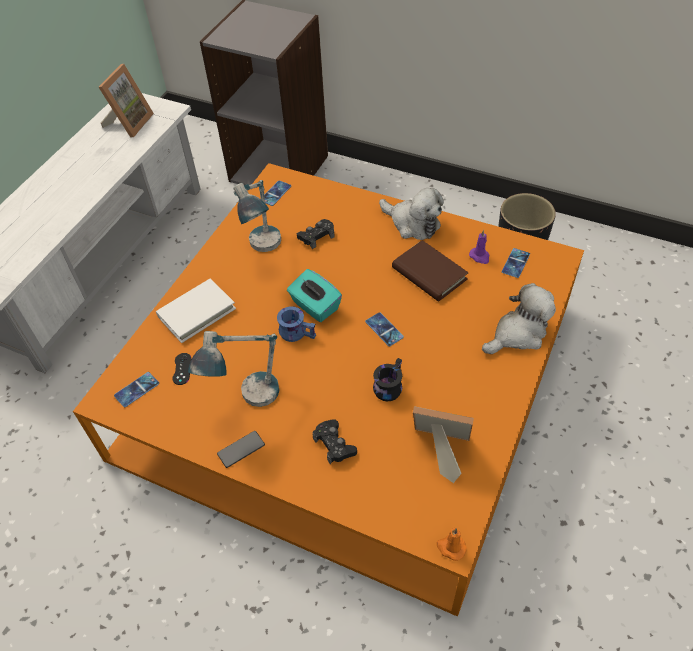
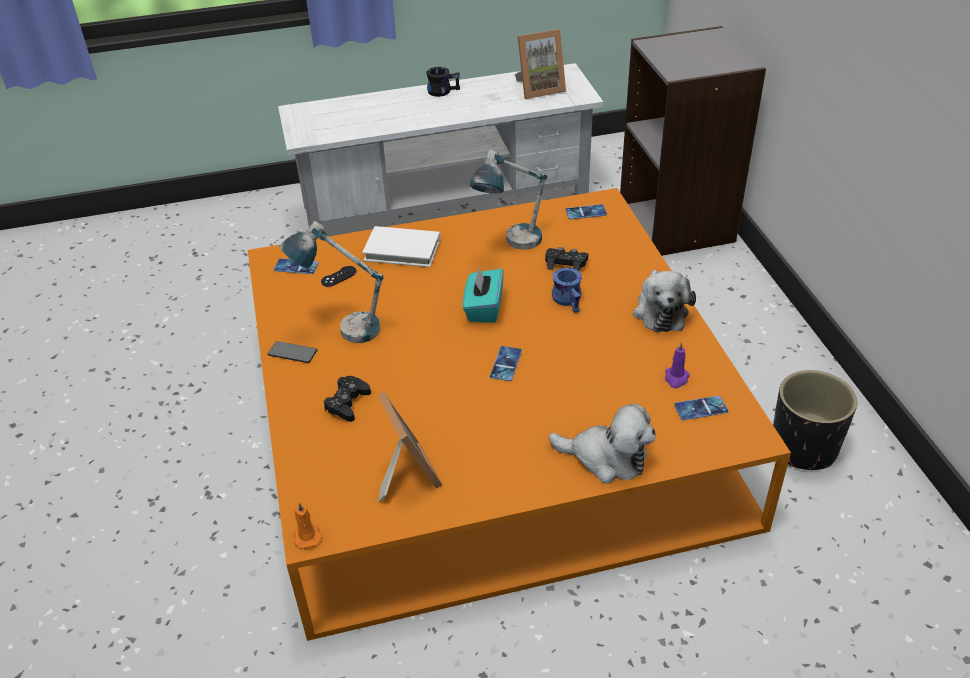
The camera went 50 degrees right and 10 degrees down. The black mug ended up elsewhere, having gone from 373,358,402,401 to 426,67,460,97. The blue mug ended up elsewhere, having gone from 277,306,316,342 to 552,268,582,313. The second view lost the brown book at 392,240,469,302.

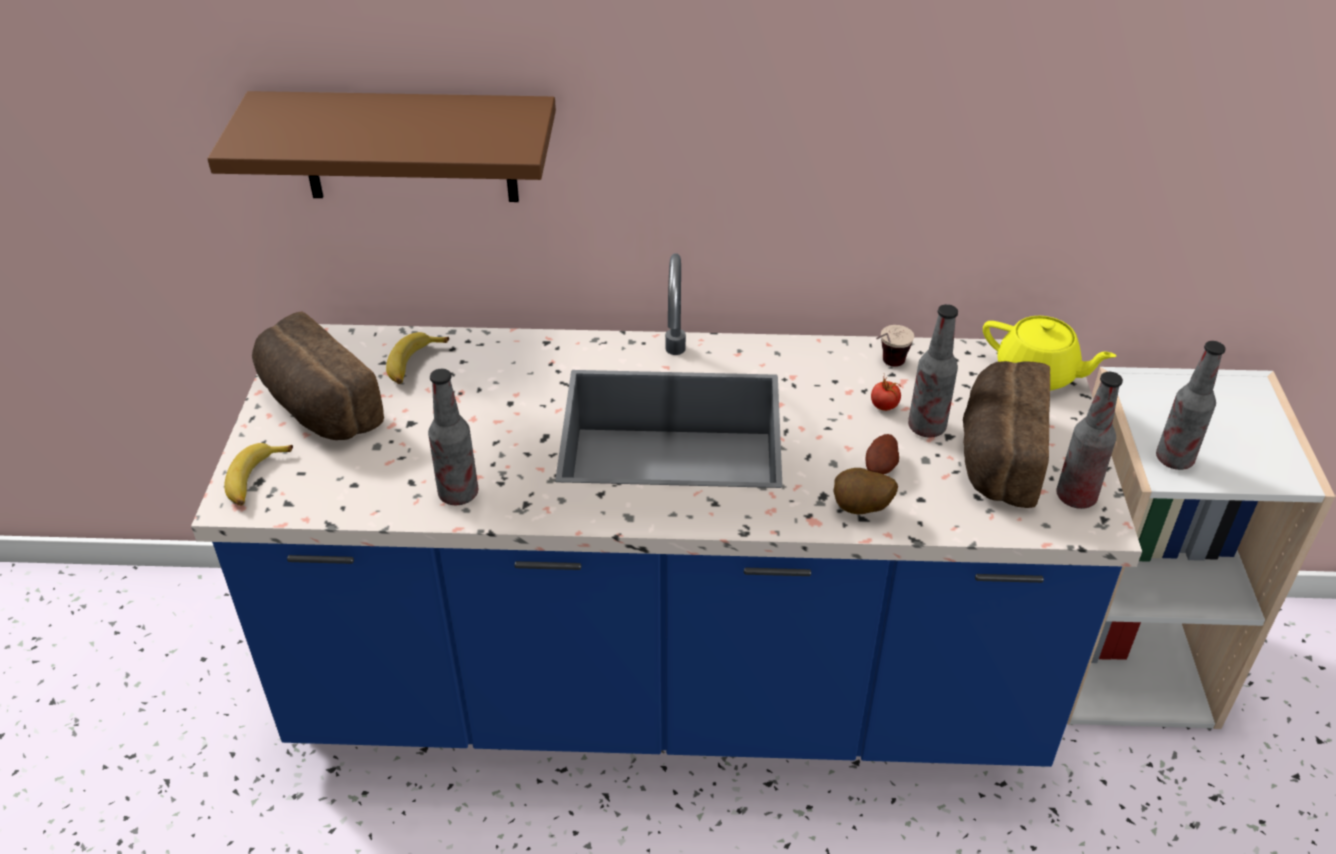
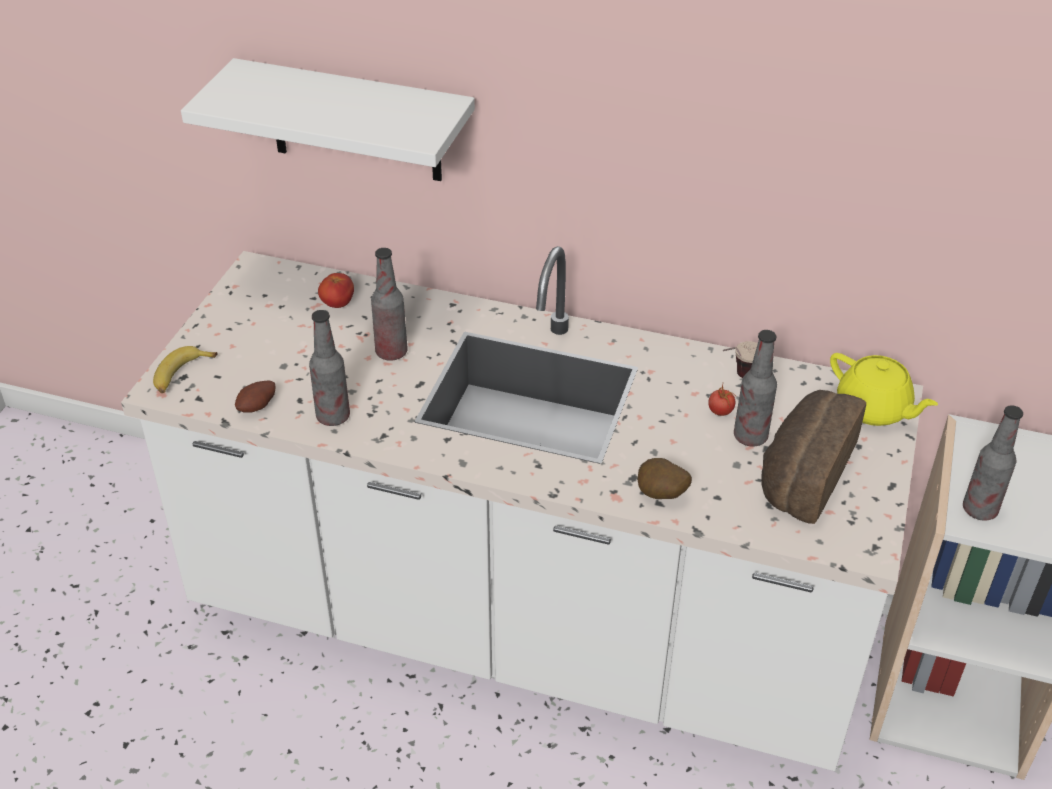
The camera went 15 degrees right and 0 degrees up. What was the blue counter at 191,254,1142,767 turned into the white counter at 121,246,923,771. What was the brown shelf at 207,91,556,202 turned into the white shelf at 181,58,475,181. The potato ended up elsewhere, having gone from 866,434,899,474 to 235,381,275,413. Where the banana stood at 386,332,449,384, the tomato came to stand at 318,273,354,308. The bottle ended up elsewhere, having gone from 1056,372,1123,509 to 371,248,408,361. The second view lost the bread at 252,312,384,440.

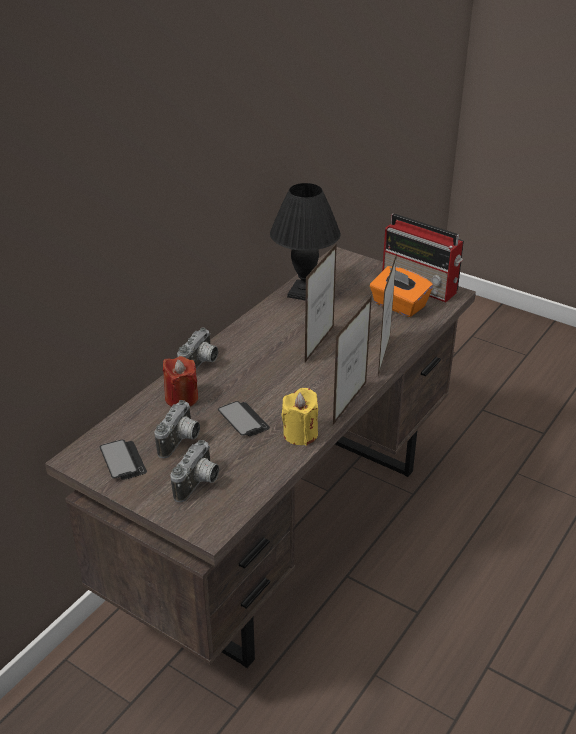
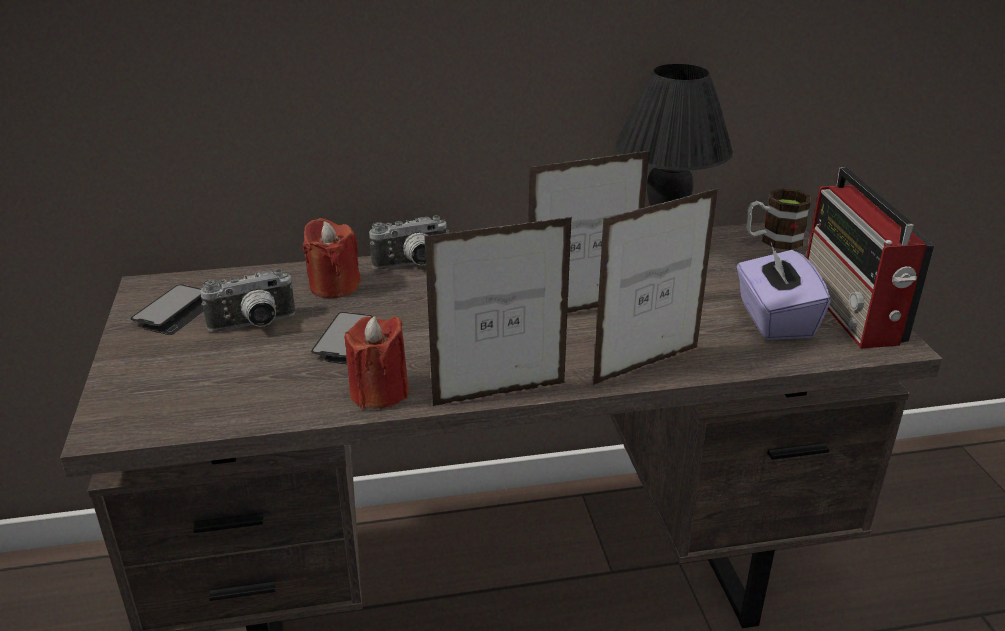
The camera went 45 degrees right and 5 degrees down. What was the yellow candle at 281,388,318,446 turned into the red candle at 344,316,409,409. What was the orange tissue box at 370,266,433,317 turned into the purple tissue box at 737,243,831,340. The second view gained the mug at 747,188,811,250. The second view lost the photo camera at 170,440,219,502.

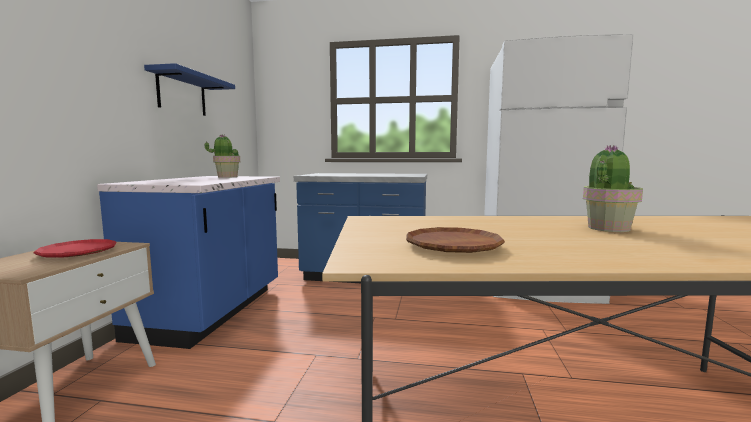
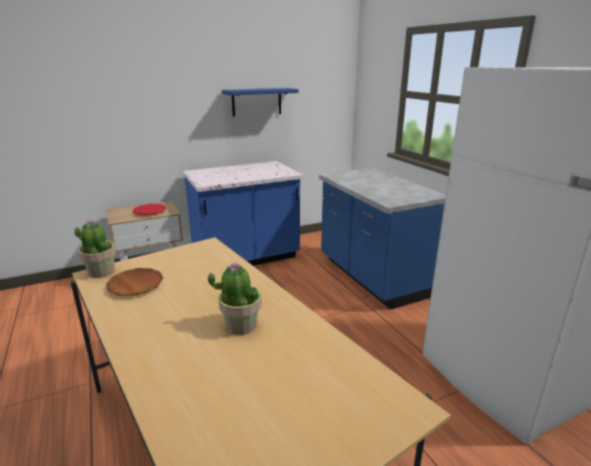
The camera went 55 degrees right and 15 degrees up. The potted plant ended up elsewhere, having gone from 205,135,240,178 to 75,219,116,278.

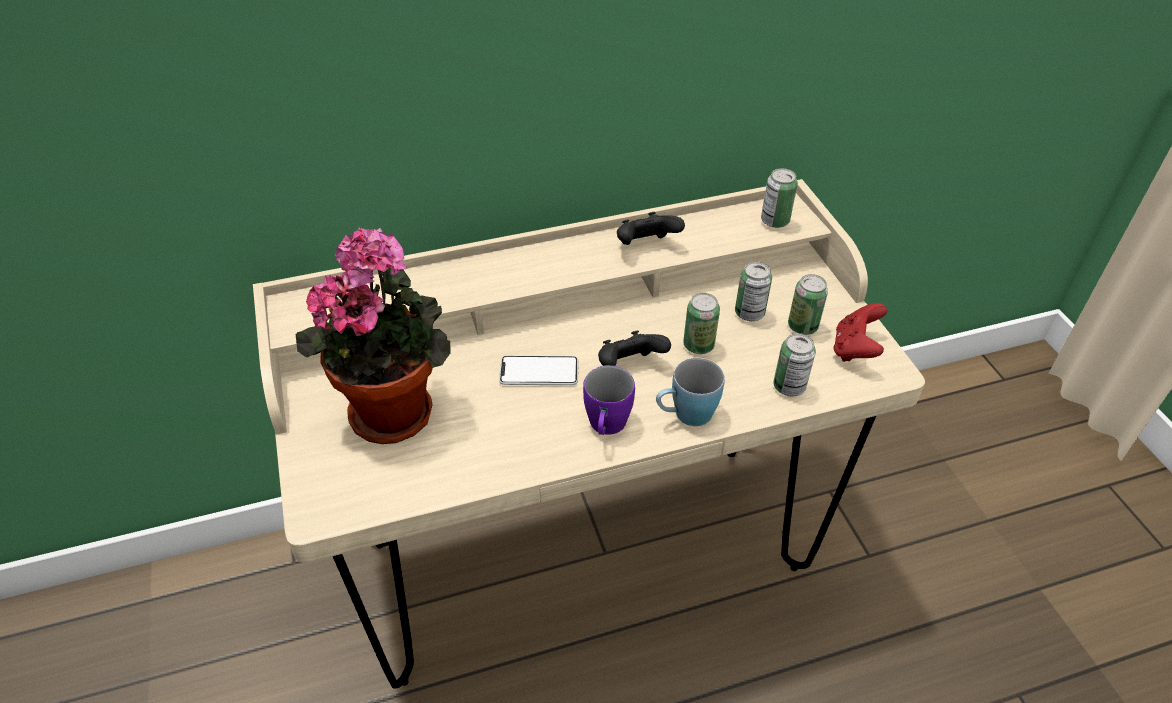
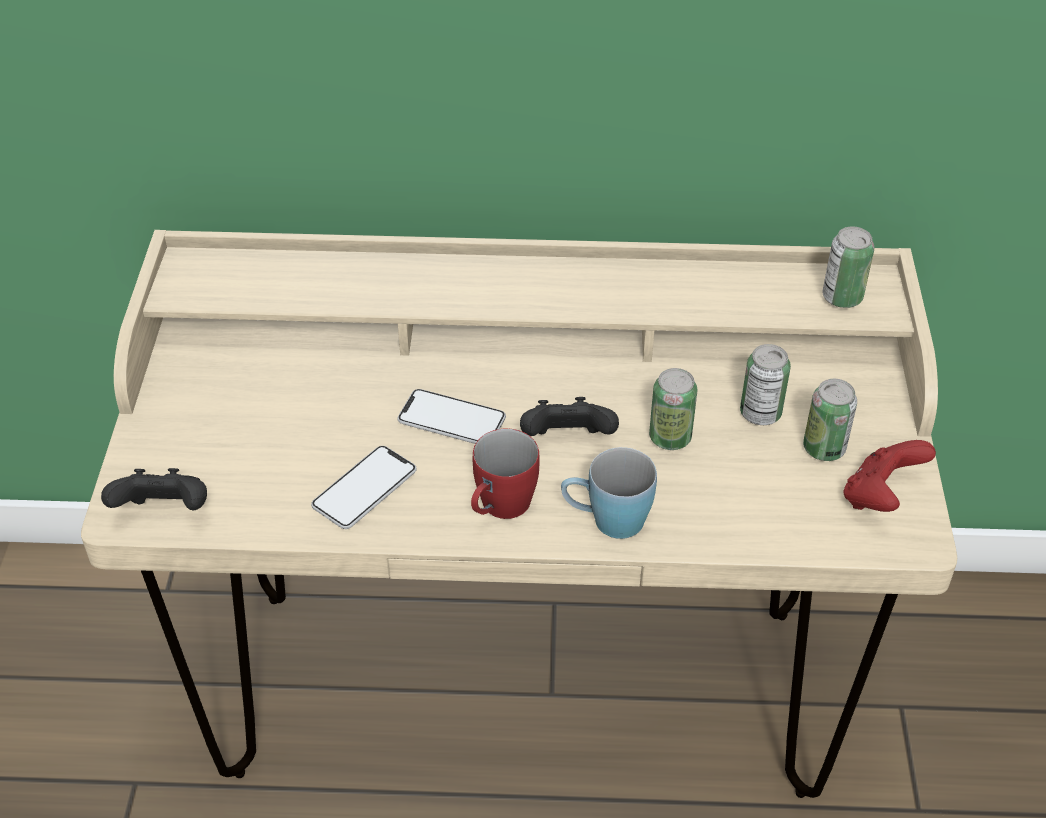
The camera went 20 degrees right and 0 degrees up. The black game controller ended up elsewhere, having gone from 617,212,685,245 to 101,468,207,510. The second view gained the phone at 311,446,417,529. What was the purple mug at 583,365,635,435 turned into the red mug at 471,428,540,519. The second view lost the potted plant at 296,227,451,444. The second view lost the can at 773,333,816,396.

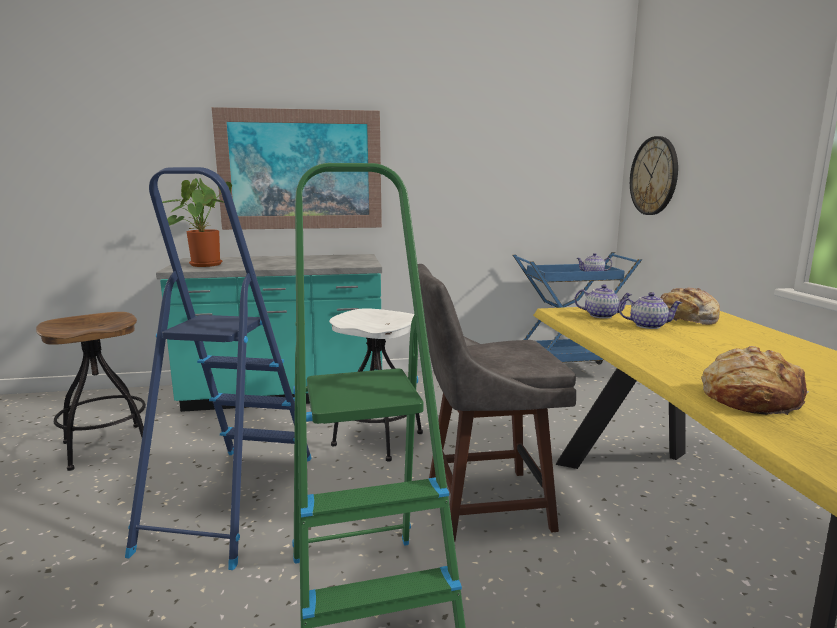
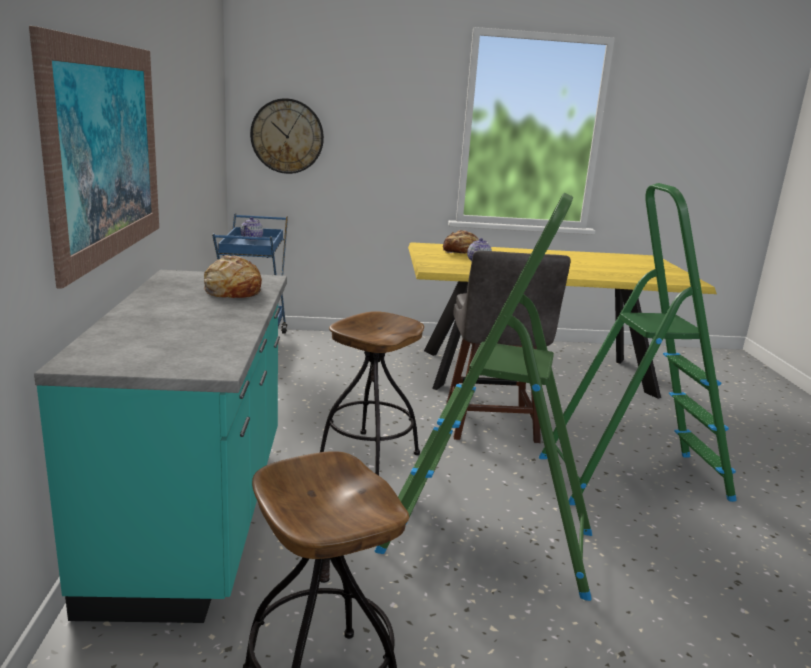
The camera went 85 degrees left and 5 degrees up. The bread ended up elsewhere, having gone from 701,346,809,415 to 204,255,262,298. What was the white stool at 329,308,423,462 turned into the brown stool at 320,311,424,476. What was the blue step ladder at 125,167,312,570 turned into the green step ladder at 375,193,592,601. The second view lost the potted plant at 162,178,232,267. The second view lost the teapot at 574,284,632,319.

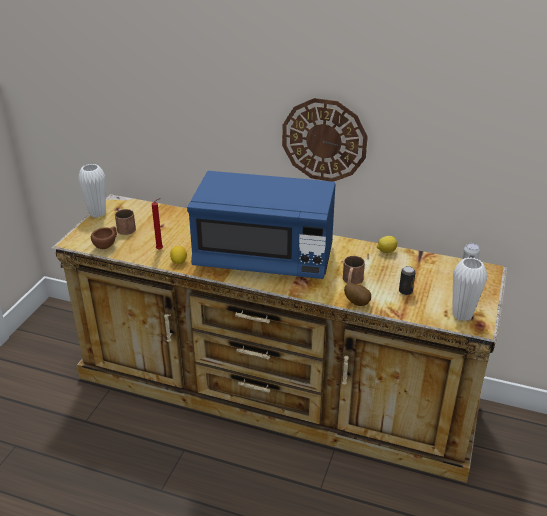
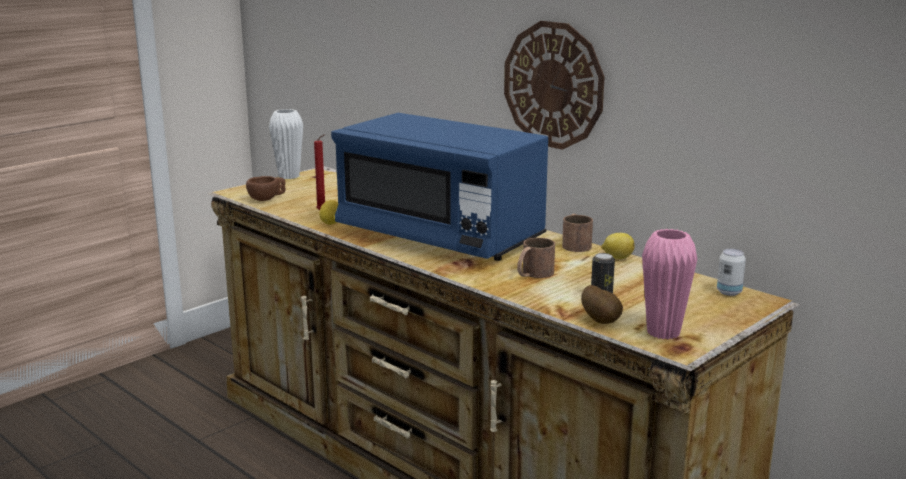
The camera went 25 degrees right and 15 degrees down. The brown mug ended up elsewhere, having gone from 115,208,136,235 to 562,214,593,252. The potato ended up elsewhere, having gone from 344,283,371,306 to 581,285,623,324. What was the white vase at 452,257,487,321 turned into the pink vase at 642,229,697,339.

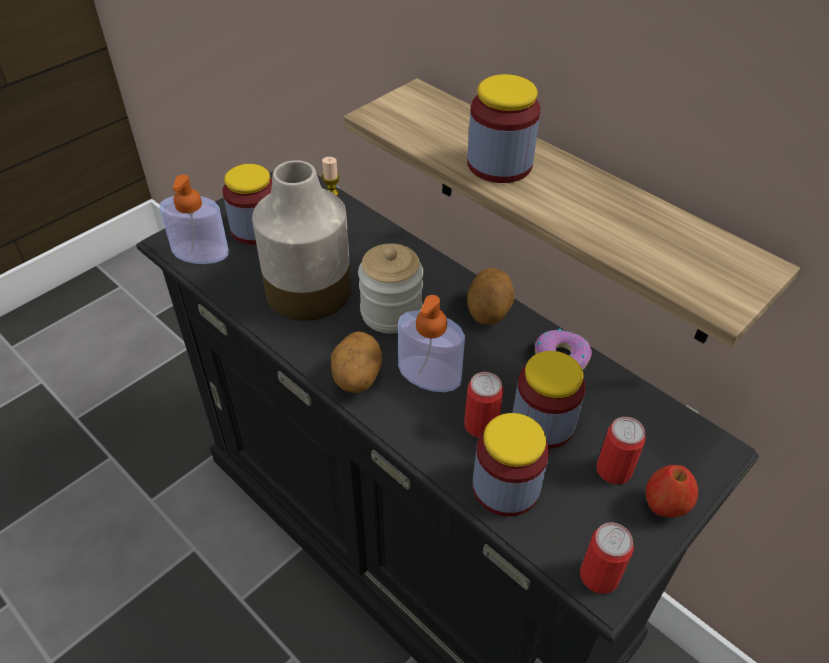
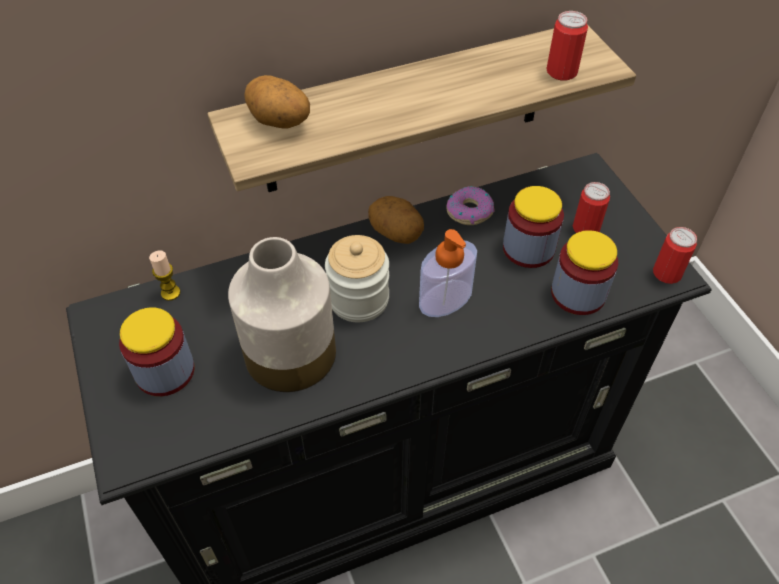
The camera went 65 degrees left and 5 degrees up. The potato ended up elsewhere, having gone from 331,331,382,393 to 244,75,310,129. The can ended up elsewhere, having gone from 464,372,503,438 to 546,11,588,81. The second view lost the soap dispenser at 160,174,229,264. The second view lost the jar at 467,74,541,183. The second view lost the apple at 646,465,698,518.

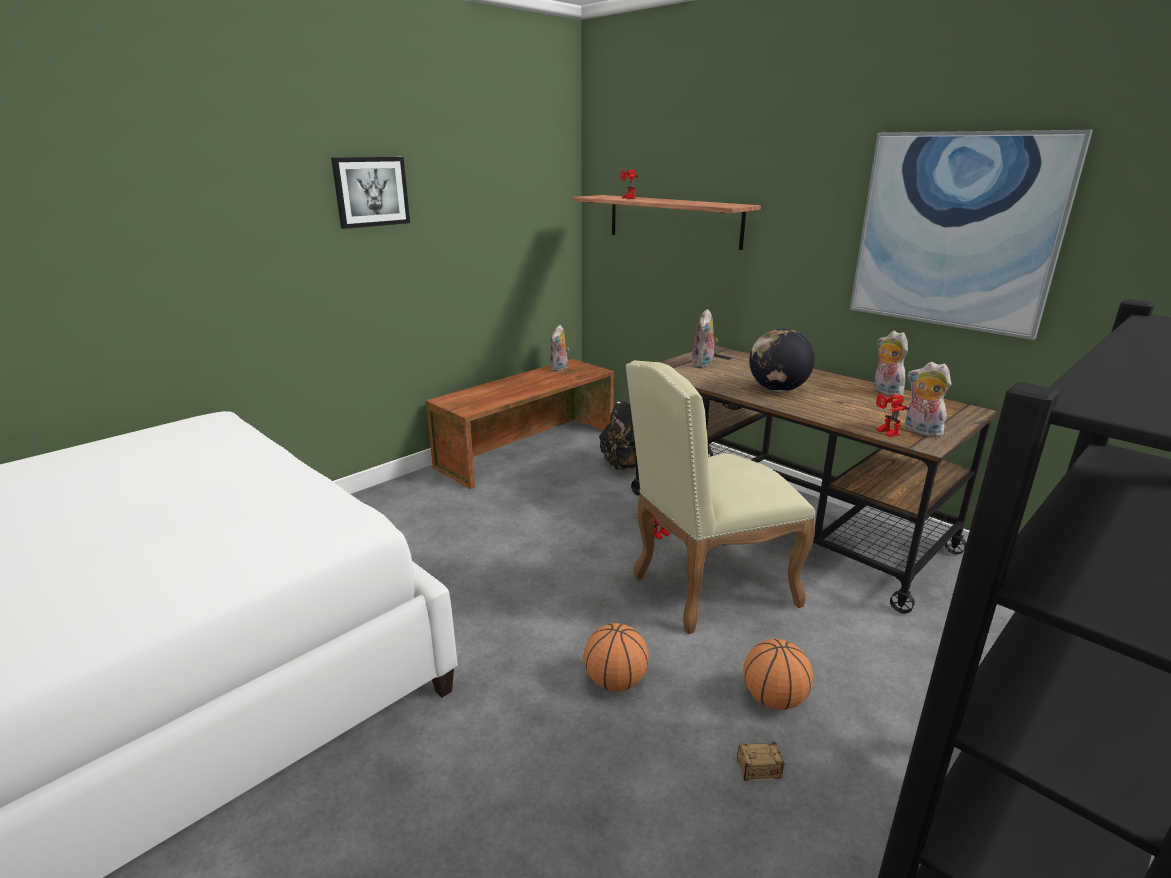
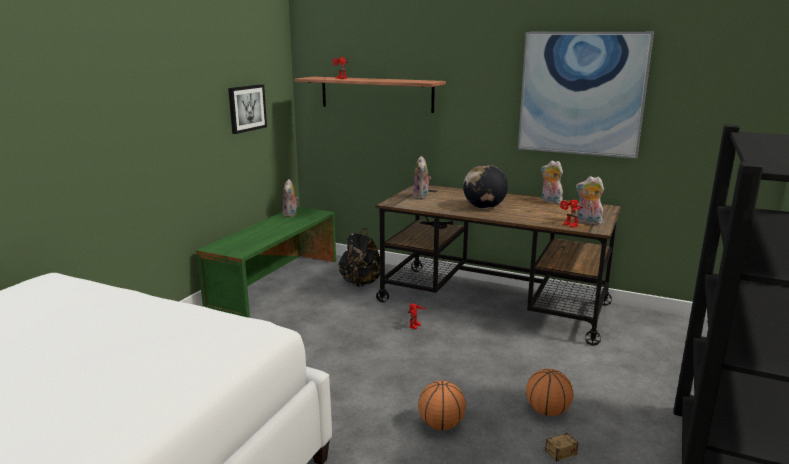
The camera went 20 degrees left and 5 degrees down. What was the brown bench at 426,359,614,489 turned into the green bench at 196,207,336,318. The picture ended up elsewhere, having gone from 331,157,410,229 to 228,84,267,134. The second view lost the beige chair at 626,360,816,634.

